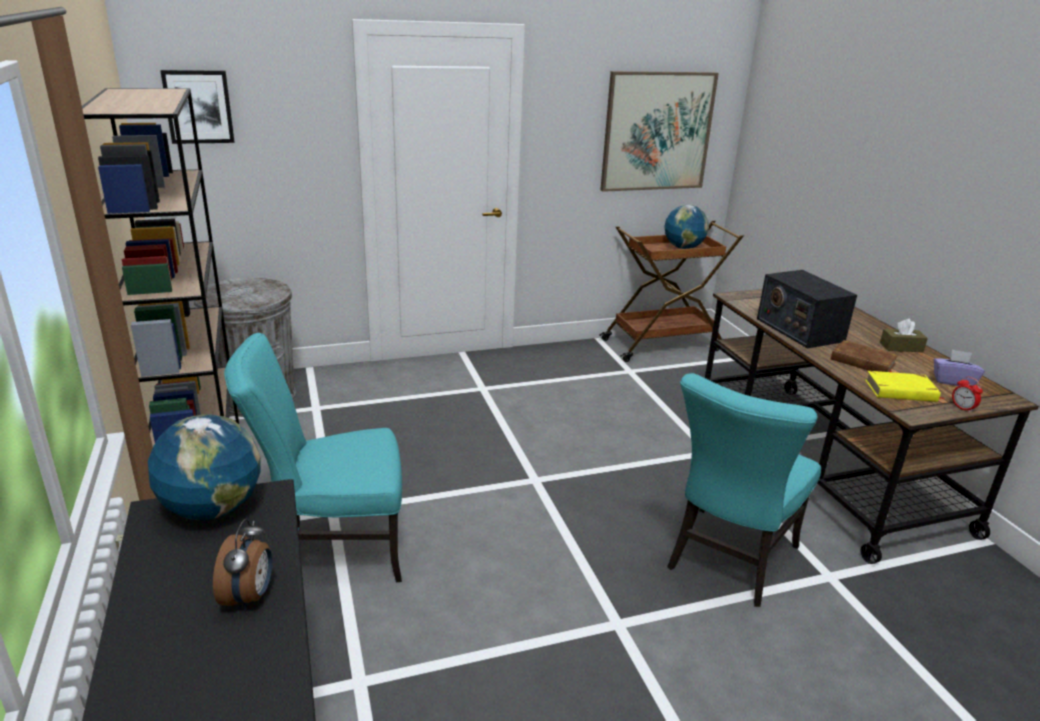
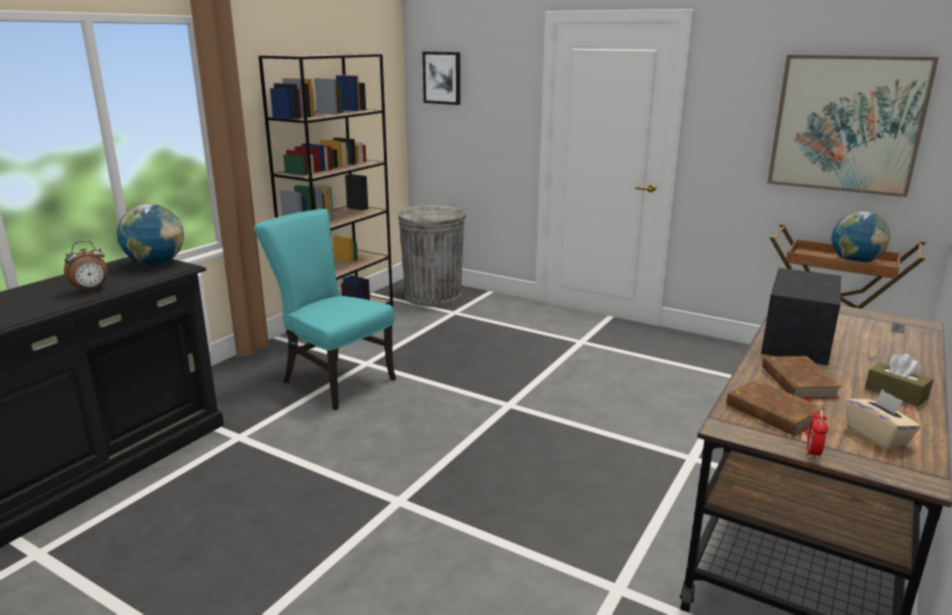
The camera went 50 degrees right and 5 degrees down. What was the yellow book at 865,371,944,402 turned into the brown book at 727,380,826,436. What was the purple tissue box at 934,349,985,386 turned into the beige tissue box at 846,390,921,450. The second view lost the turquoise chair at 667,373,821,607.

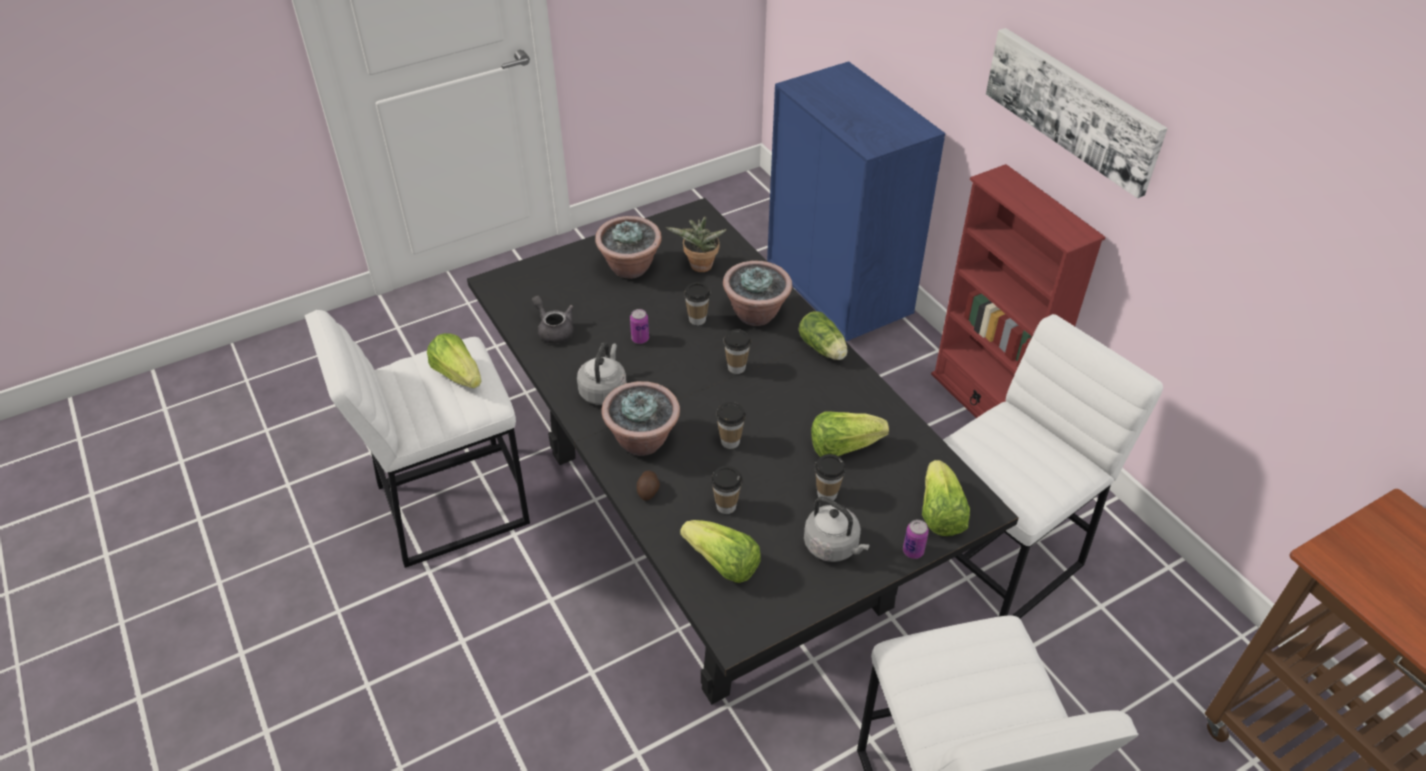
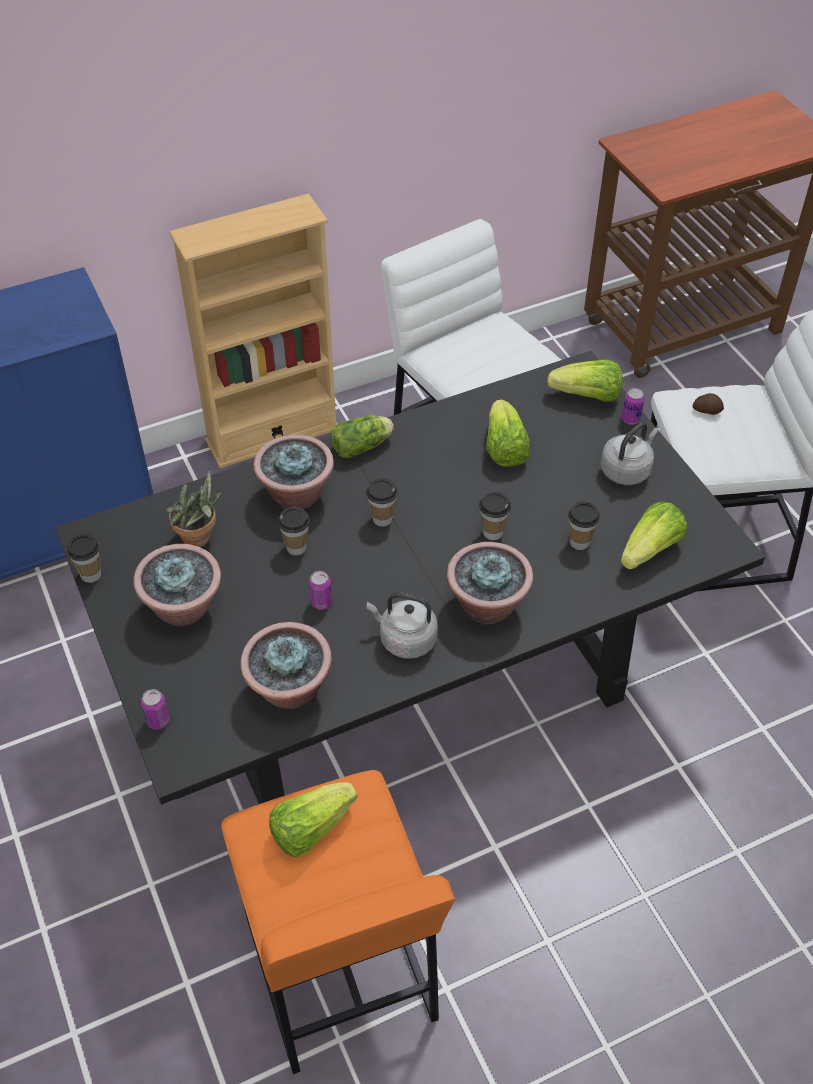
The camera went 85 degrees left and 5 degrees up. The cup ended up elsewhere, having gone from 814,454,846,501 to 67,534,101,583. The second view gained the can at 141,689,170,730. What was the red bookcase at 931,164,1106,418 turned into the beige bookcase at 169,193,338,468. What was the white stool at 305,310,530,568 turned into the orange stool at 222,770,455,1074. Where the grey teapot stood at 531,296,574,344, the potted plant came to stand at 240,622,332,709. The potato ended up elsewhere, having gone from 637,471,660,501 to 693,393,724,415. The second view lost the picture at 986,28,1168,198.

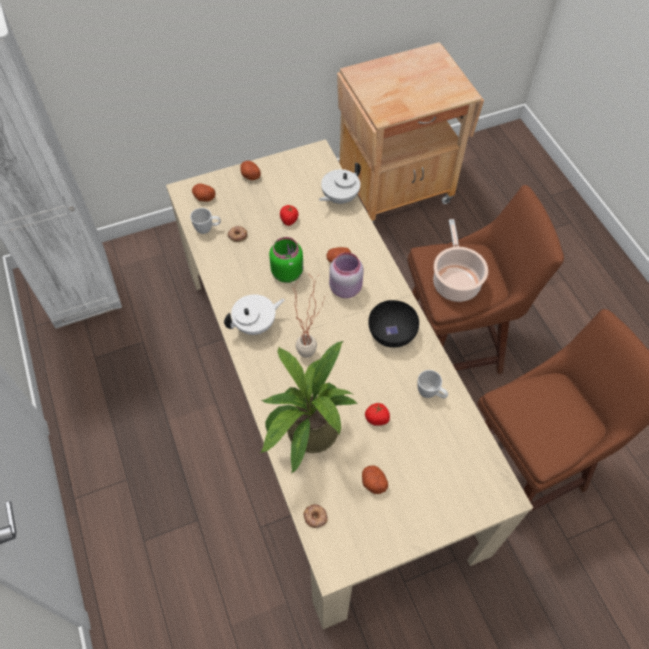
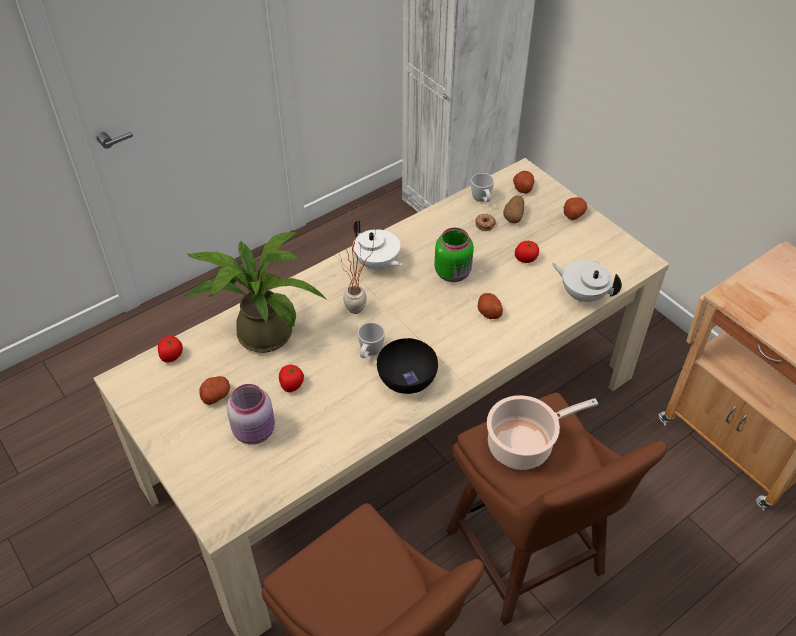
The camera went 75 degrees right and 10 degrees down. Where the donut stood at 303,504,328,528, the tomato came to stand at 158,336,183,363. The pink jar ended up elsewhere, having gone from 329,252,363,298 to 227,384,275,444. The white mug ended up elsewhere, having gone from 417,370,448,398 to 358,322,385,358. The second view gained the potato at 503,195,524,223.

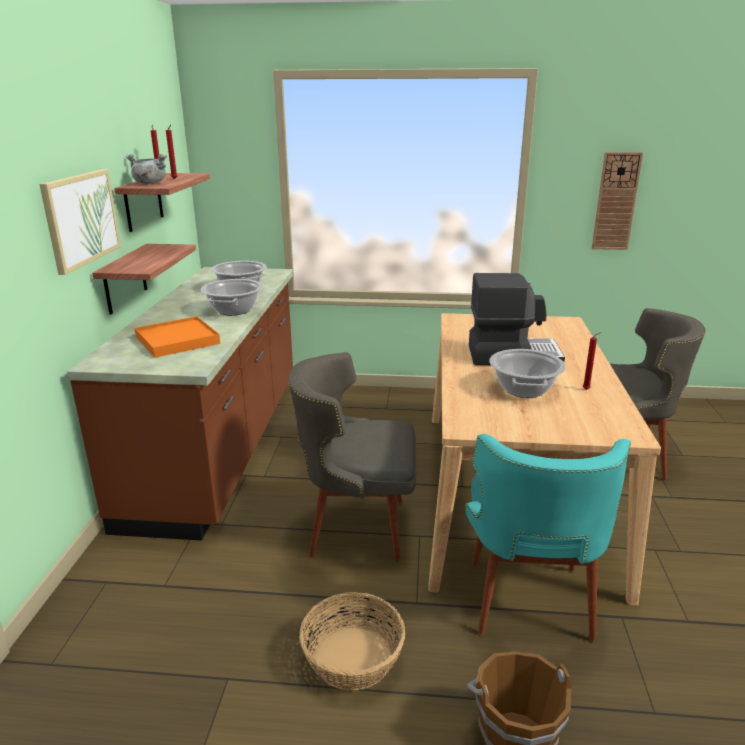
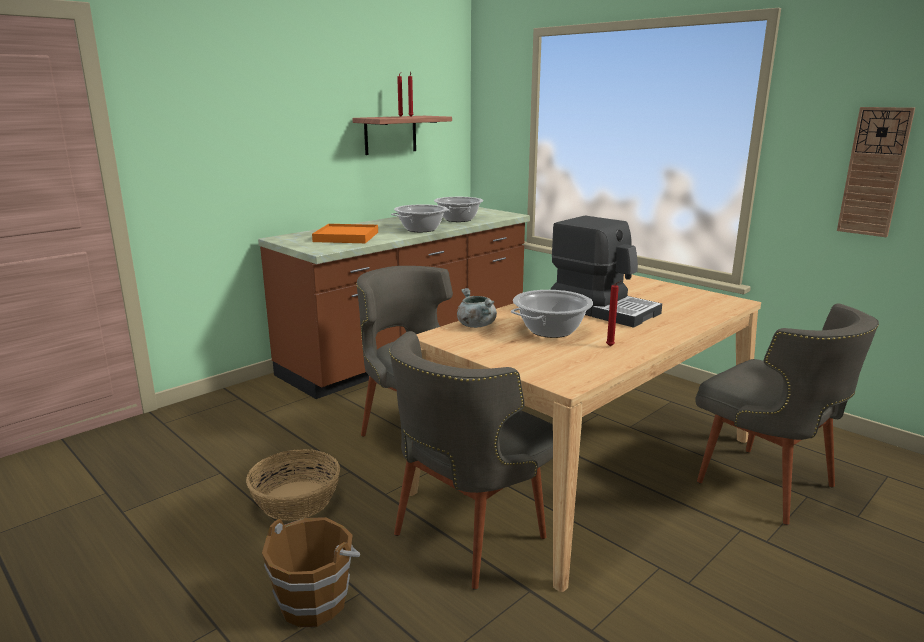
The camera went 40 degrees right and 5 degrees down. What was the turquoise chair at 465,434,631,641 turned into the grey chair at 389,331,553,590. The grey cooking pot ended up elsewhere, having gone from 126,154,167,184 to 457,288,497,328. The second view lost the picture at 39,169,121,275. The second view lost the shelf at 92,244,196,314.

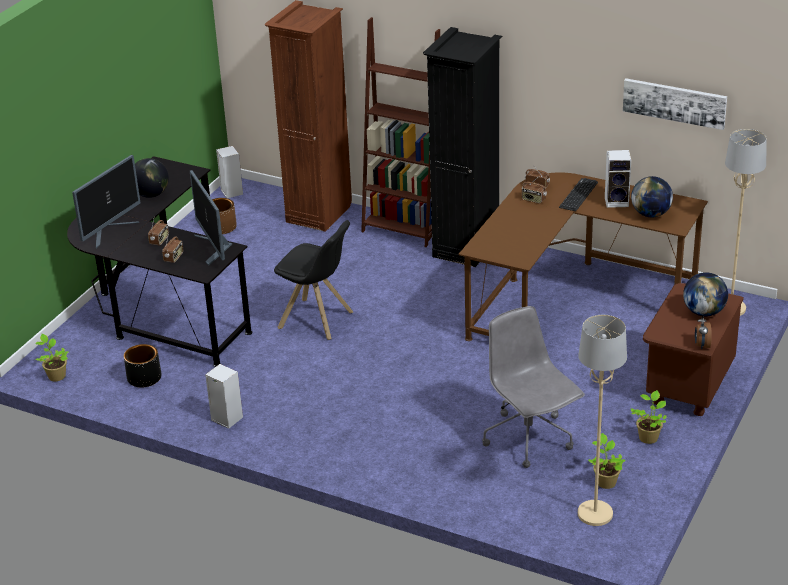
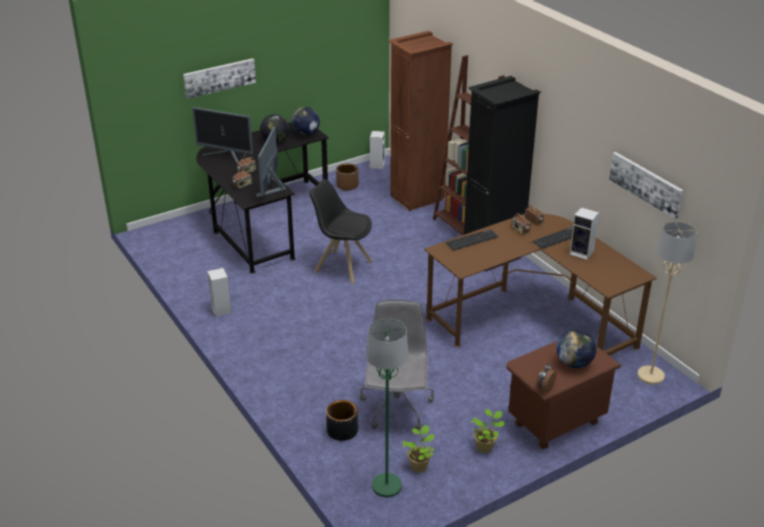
The camera went 30 degrees right and 0 degrees up. The second view gained the picture at 183,58,256,99. The monitor at 72,155,141,248 ended up facing another way, 45 degrees clockwise from before. The globe ended up elsewhere, having gone from 631,176,673,217 to 291,107,320,136. The black chair at 274,220,353,340 ended up facing another way, 150 degrees clockwise from before. The black planter ended up elsewhere, having gone from 124,344,161,388 to 326,400,358,441. What was the beige floor lamp at 578,315,627,526 turned into the green floor lamp at 366,319,409,497. The second view gained the keyboard at 446,229,498,251. The second view lost the potted plant at 35,334,68,381.

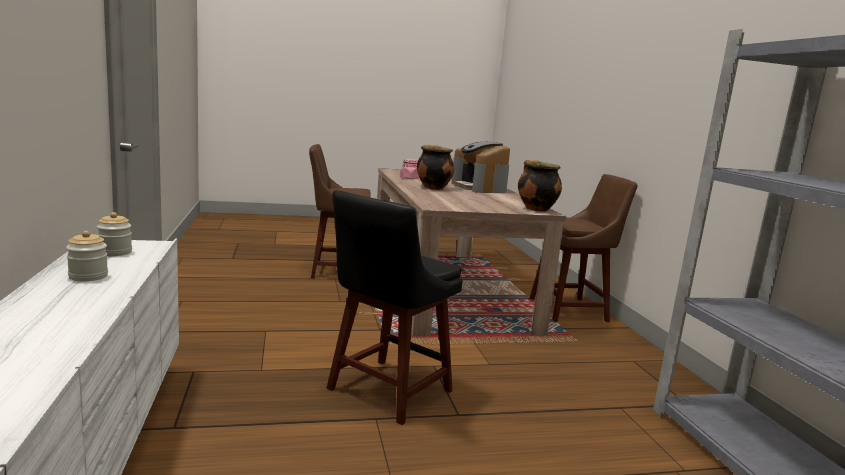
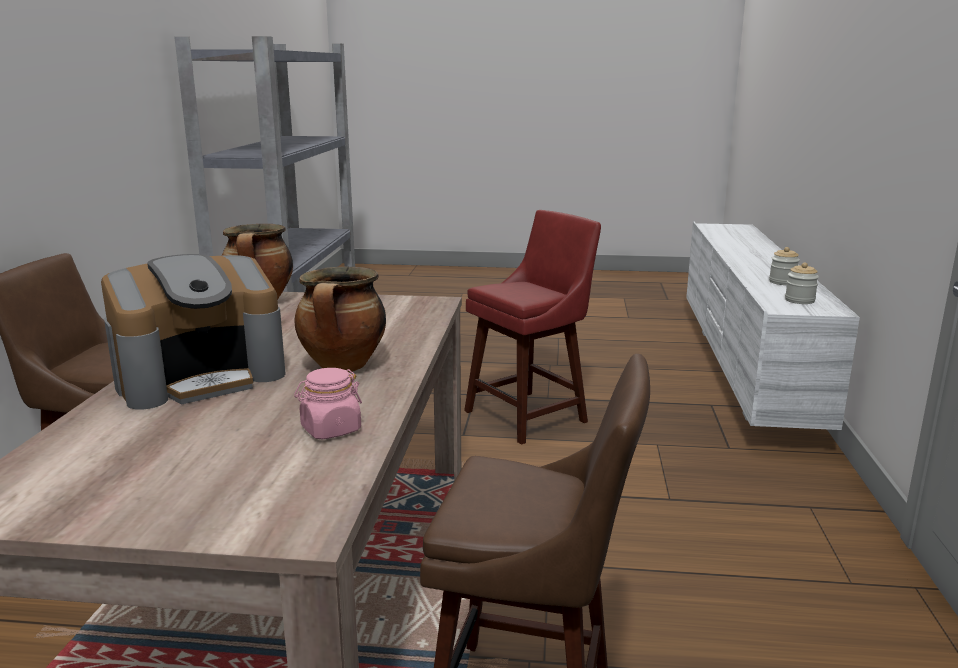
The camera went 160 degrees left and 5 degrees up. The coffee machine at 451,142,510,193 ended up facing another way, 60 degrees clockwise from before. What was the black chair at 326,190,462,425 turned into the red chair at 464,210,601,445.

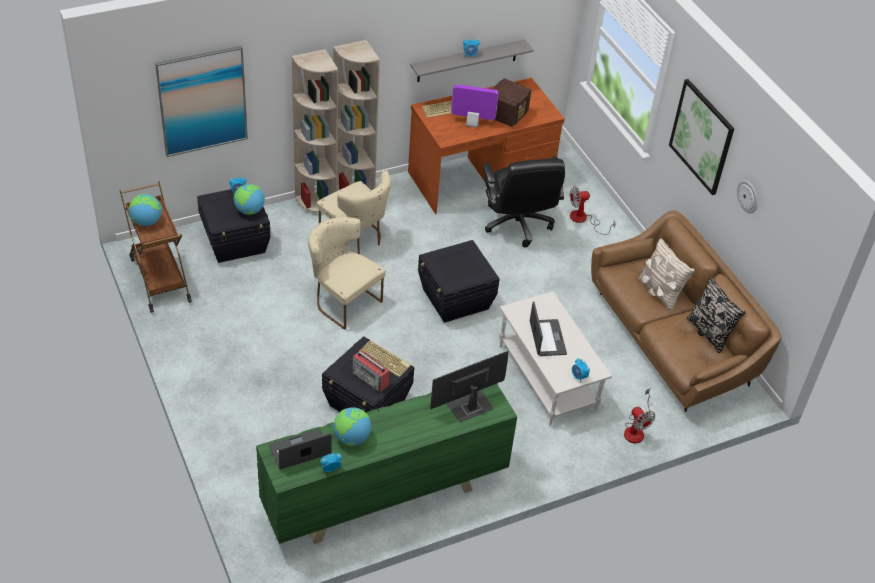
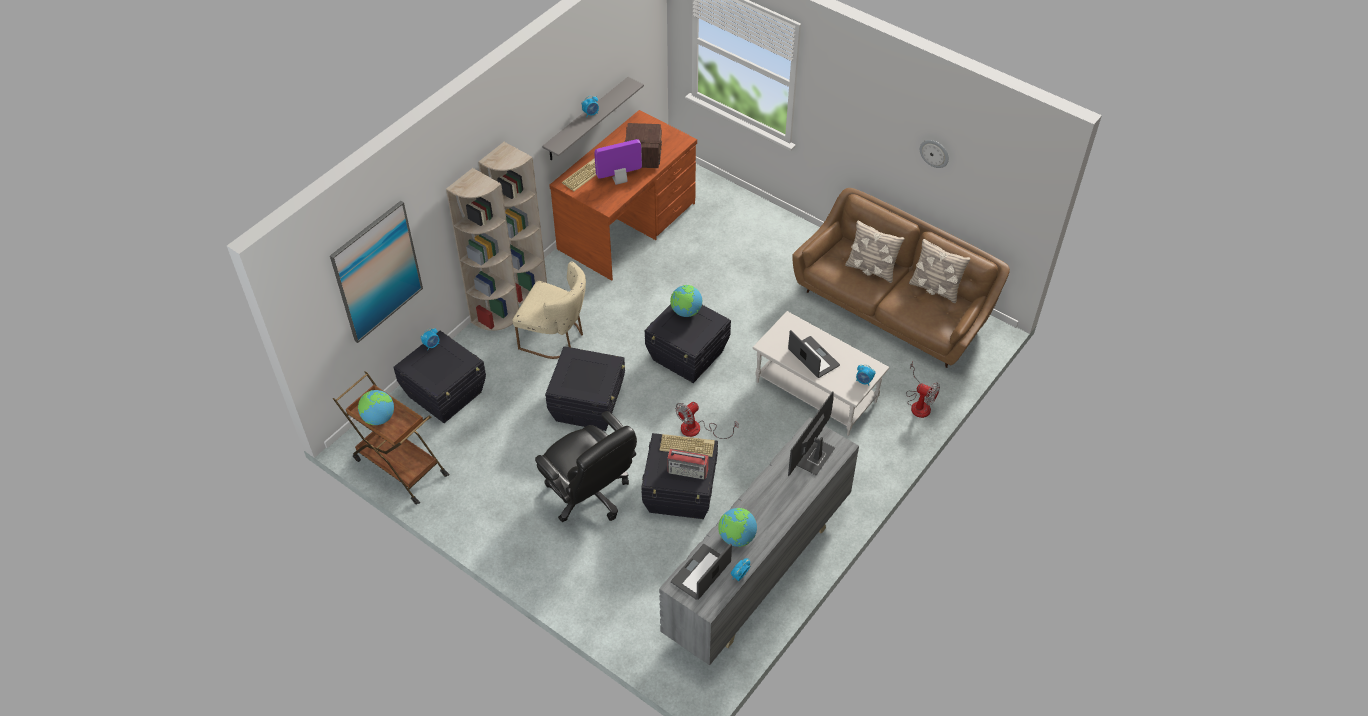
The camera went 25 degrees left and 5 degrees up. The black office chair ended up elsewhere, having gone from 483,157,565,247 to 535,411,637,522. Where the beige chair stood at 308,217,386,330, the black storage box came to stand at 545,346,625,431. What was the green cabinet at 256,384,517,544 turned into the grey cabinet at 659,417,859,666. The globe ended up elsewhere, having gone from 234,184,265,215 to 670,285,702,317. The fan ended up elsewhere, having gone from 570,186,616,235 to 675,402,738,439. What was the black pillow at 686,278,746,353 turned into the beige pillow at 909,239,971,303. The second view lost the picture at 669,79,734,195.

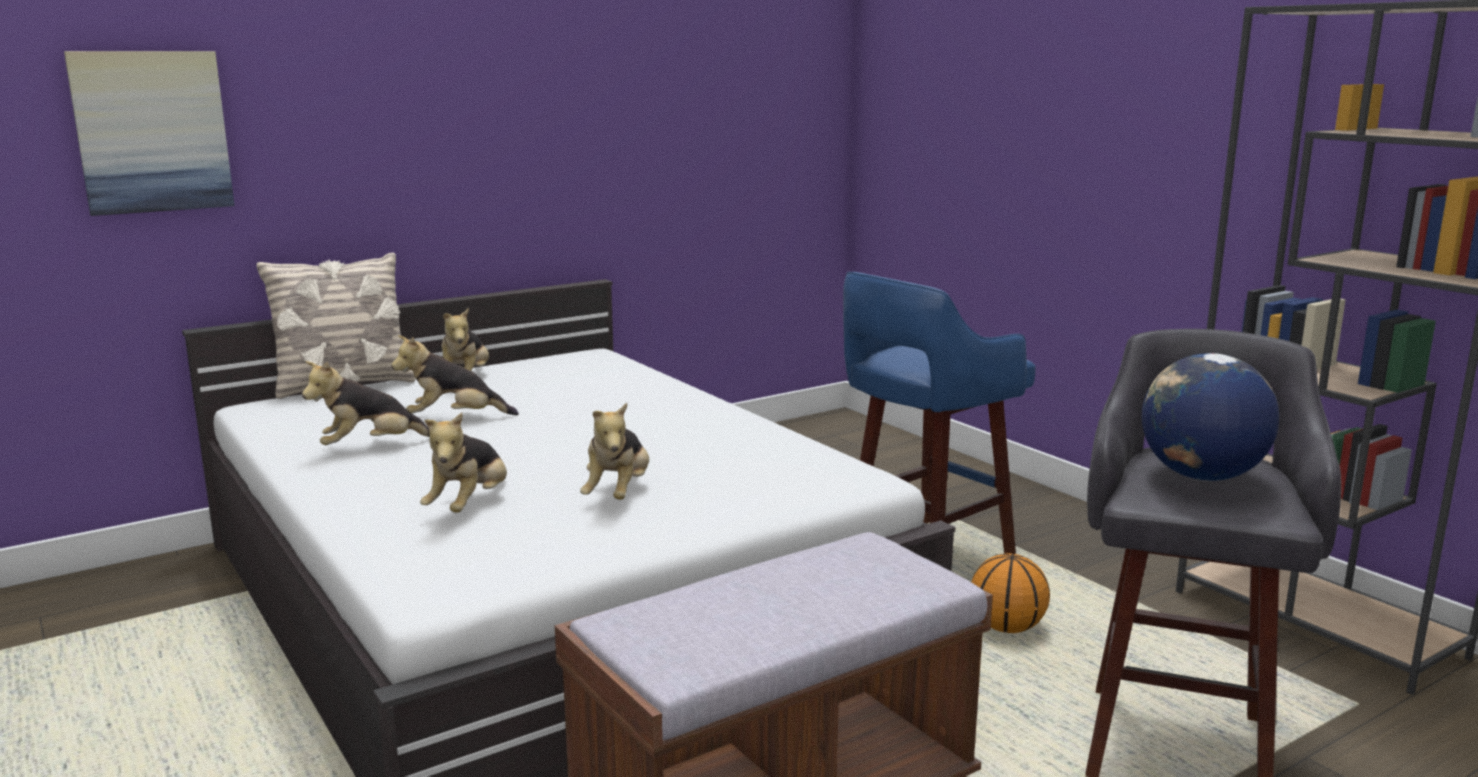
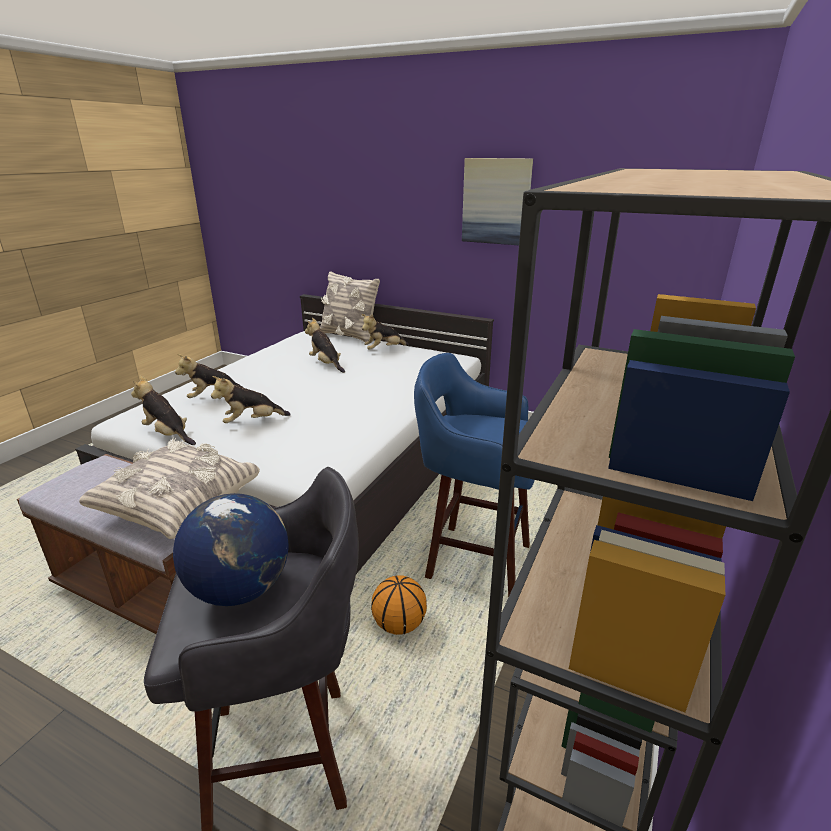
The camera went 60 degrees right and 10 degrees up. The second view gained the beige pillow at 79,437,260,539. The plush toy ended up elsewhere, having gone from 302,361,429,445 to 131,375,196,445. The picture ended up elsewhere, having gone from 64,51,235,216 to 462,158,533,245.

